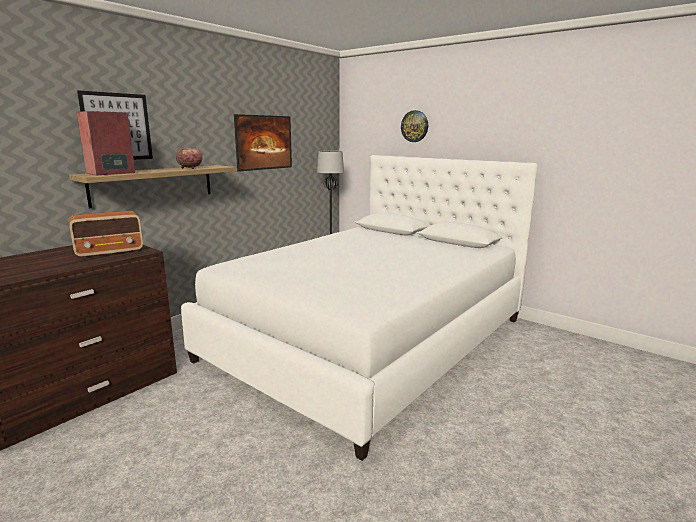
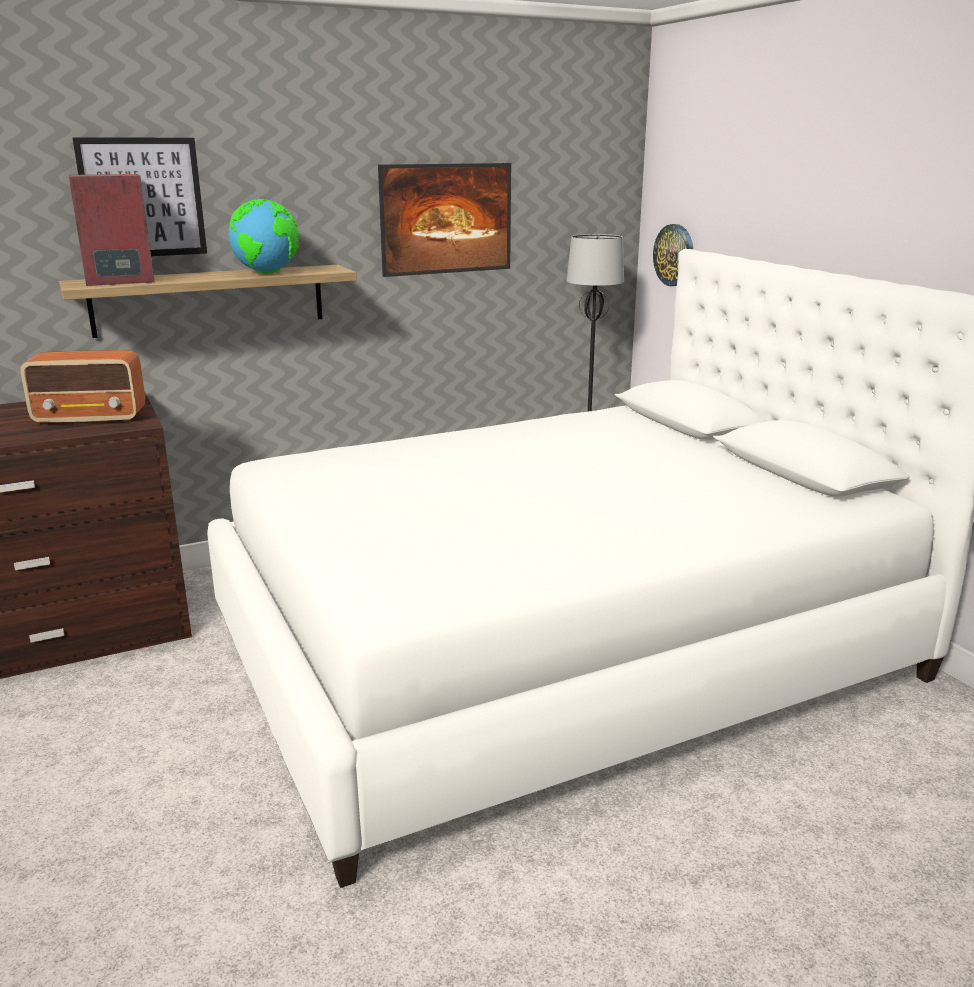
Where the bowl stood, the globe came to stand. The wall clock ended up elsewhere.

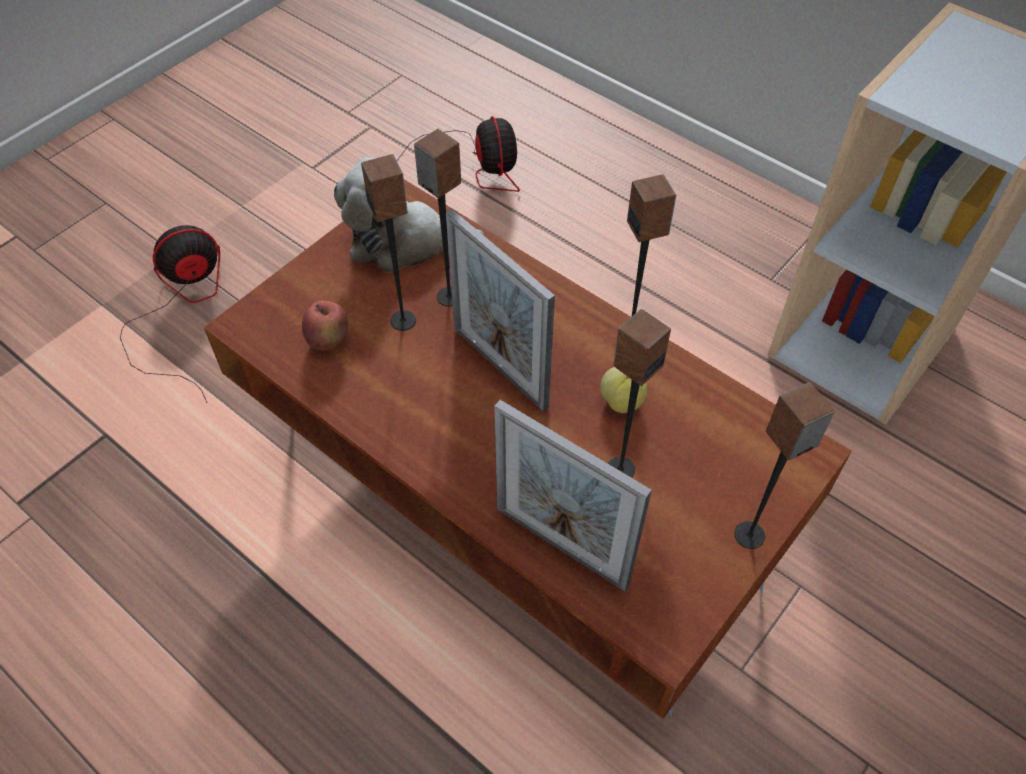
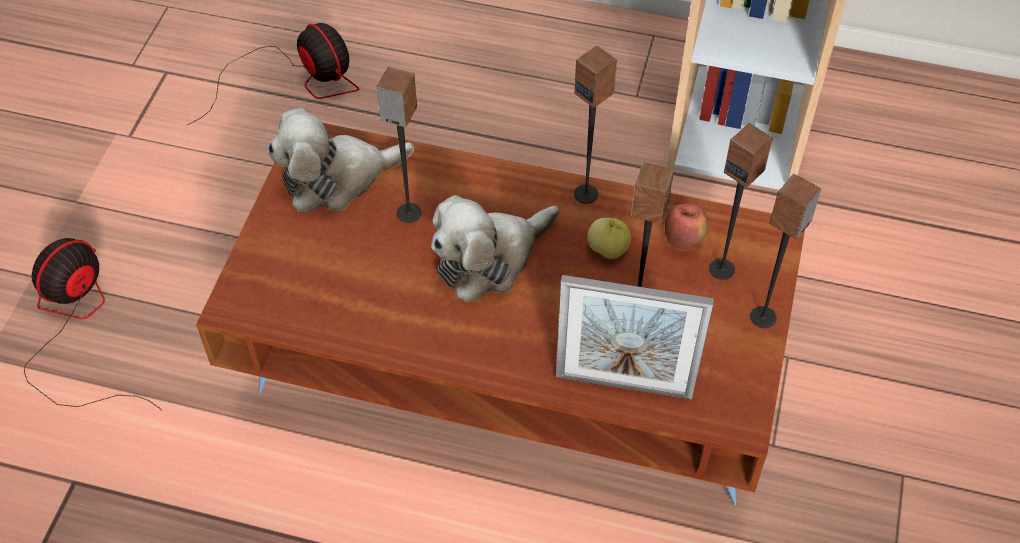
Where the picture frame (no. 1 from left) stood, the plush toy (no. 2 from left) came to stand. The apple (no. 1 from left in the first image) ended up elsewhere. The speaker (no. 1 from left in the first image) ended up elsewhere.

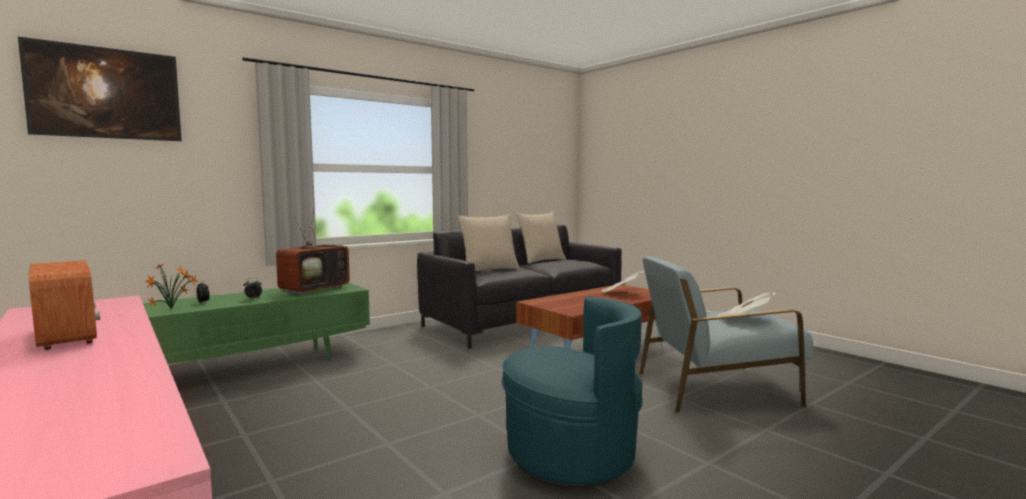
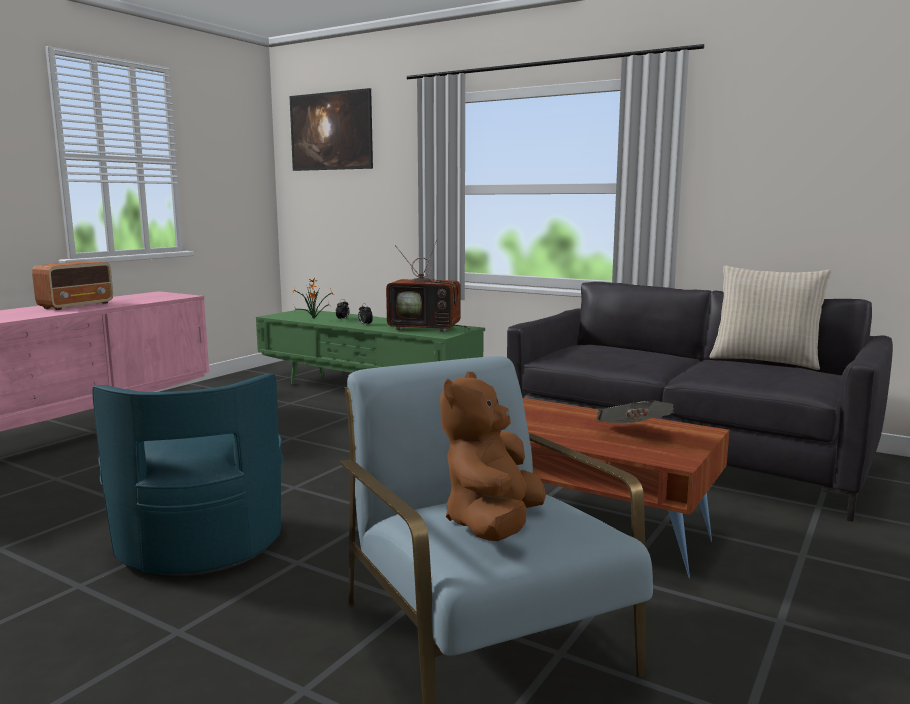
Where the newspaper (no. 2 from left) stood, the brown plush toy came to stand. The second view lost the beige pillow (no. 1 from left).

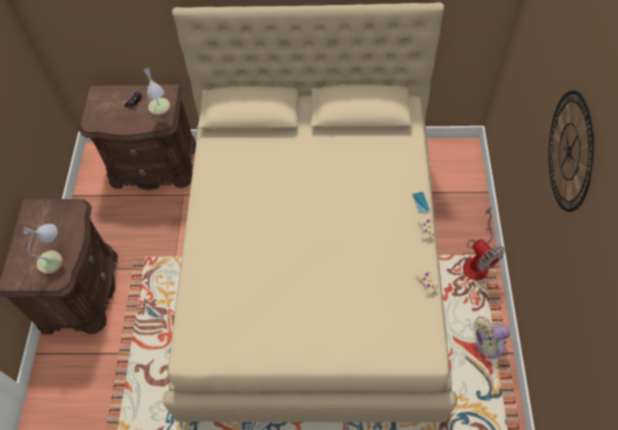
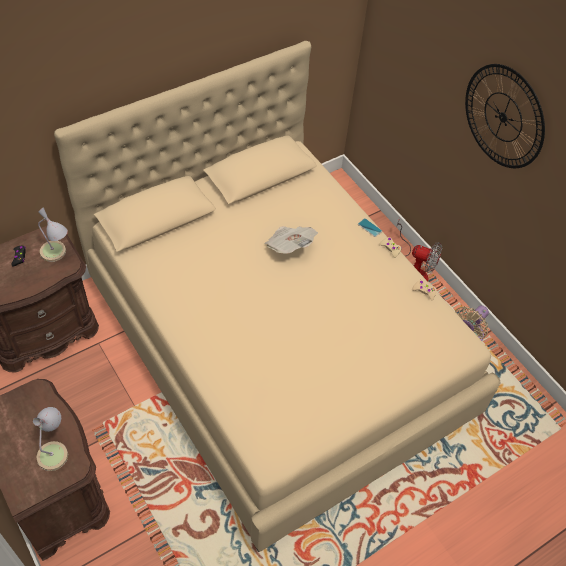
The second view gained the newspaper.

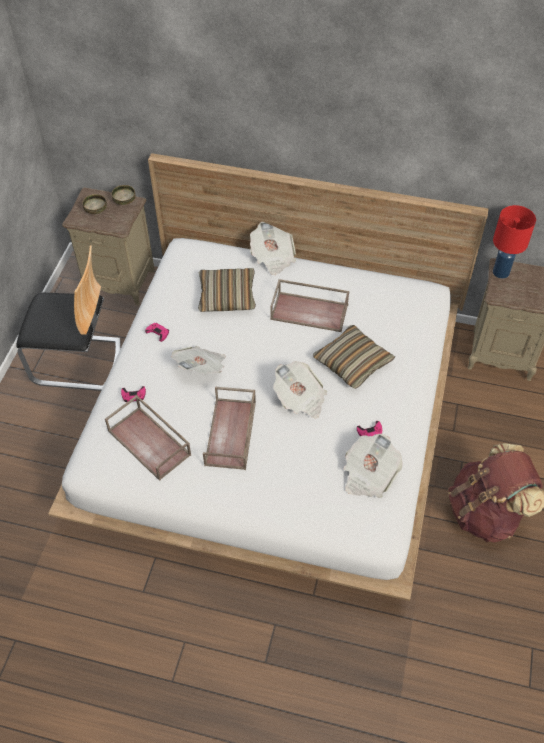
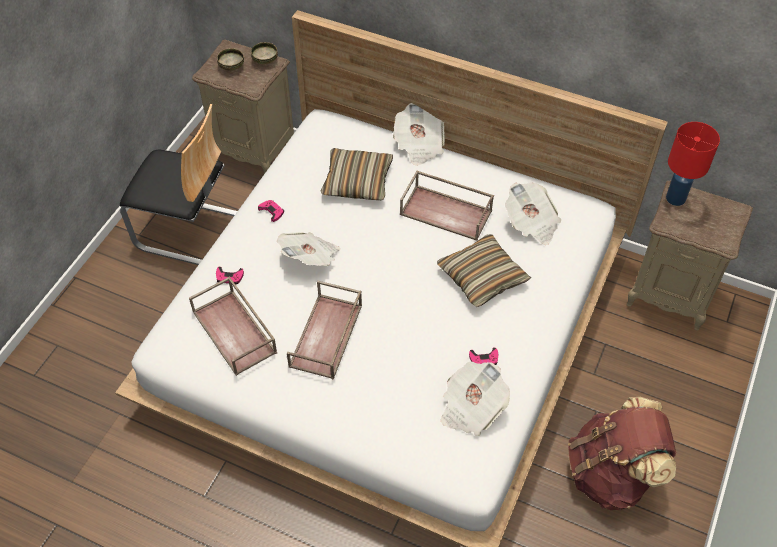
The newspaper (no. 3 from left in the first image) ended up elsewhere.

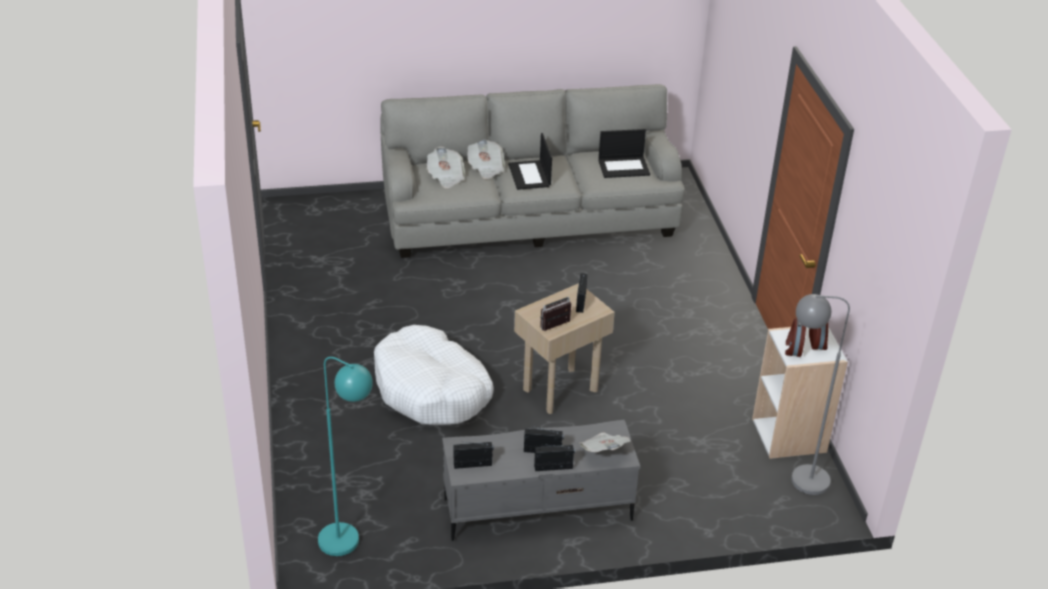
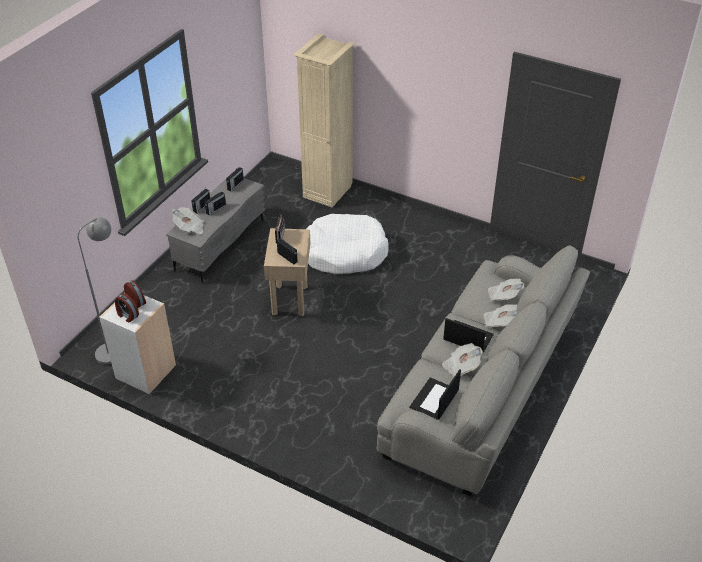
The second view gained the beige cabinet. The second view gained the newspaper (no. 2 from left). The second view lost the turquoise floor lamp.

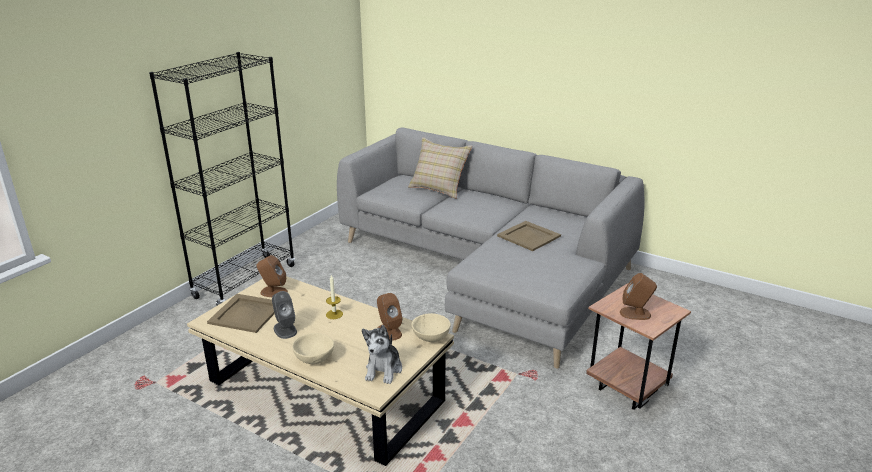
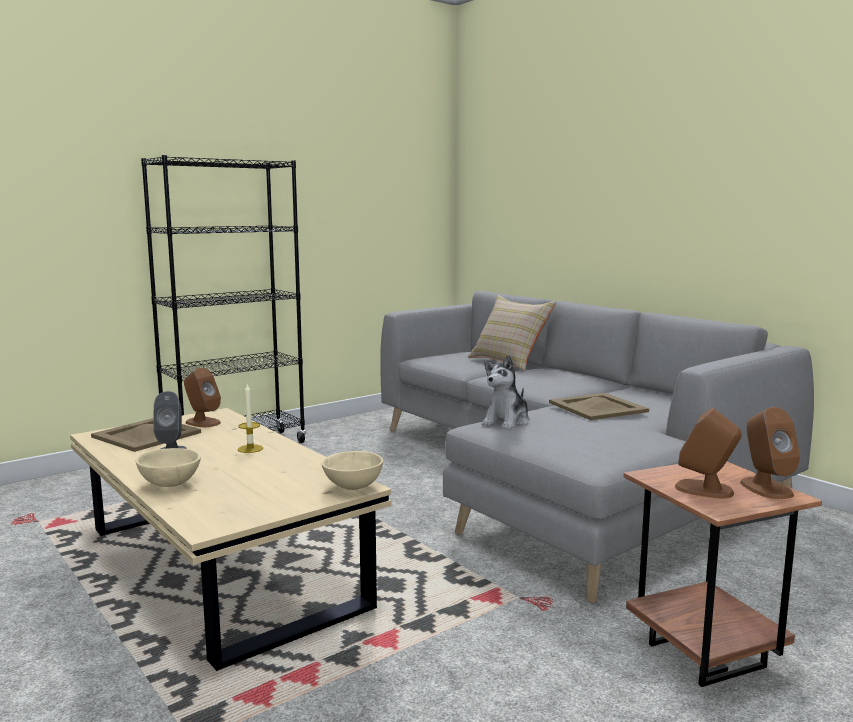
The plush toy ended up elsewhere. The brown speaker (no. 2 from left in the first image) ended up elsewhere.

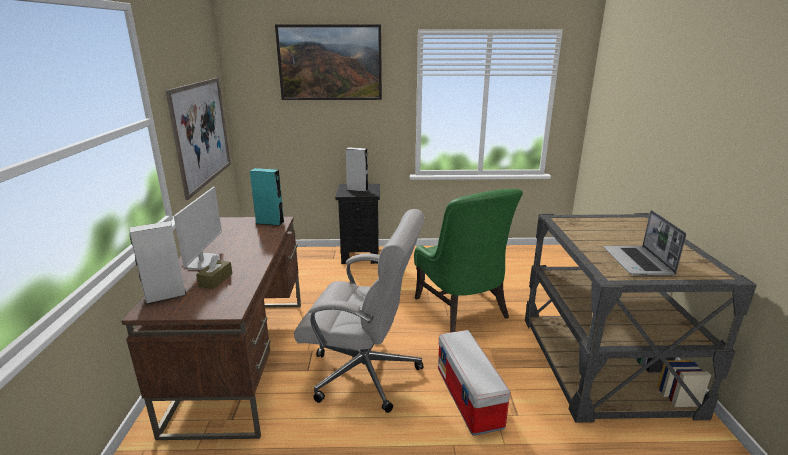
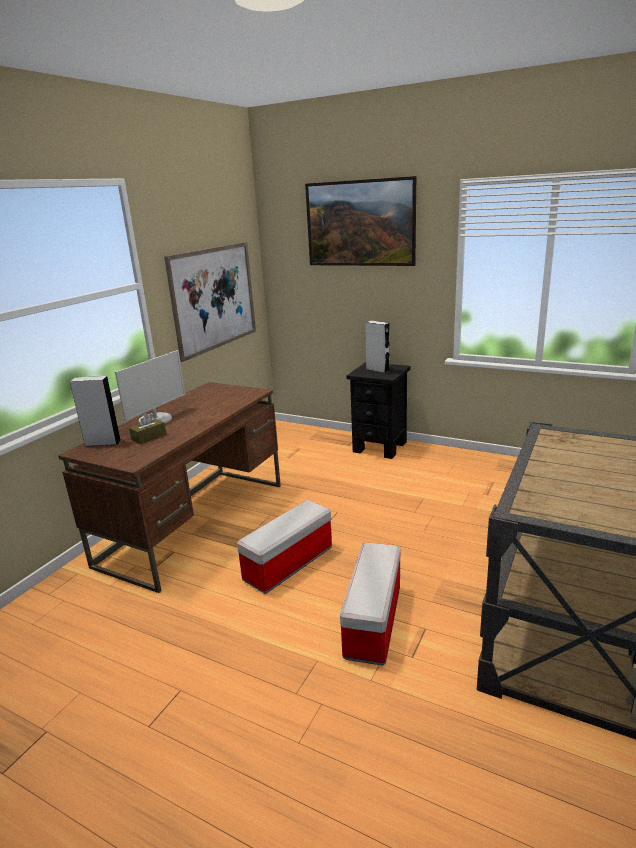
Where the grey office chair stood, the storage box (no. 1 from left) came to stand. The second view lost the turquoise speaker. The second view lost the green chair. The second view lost the laptop.

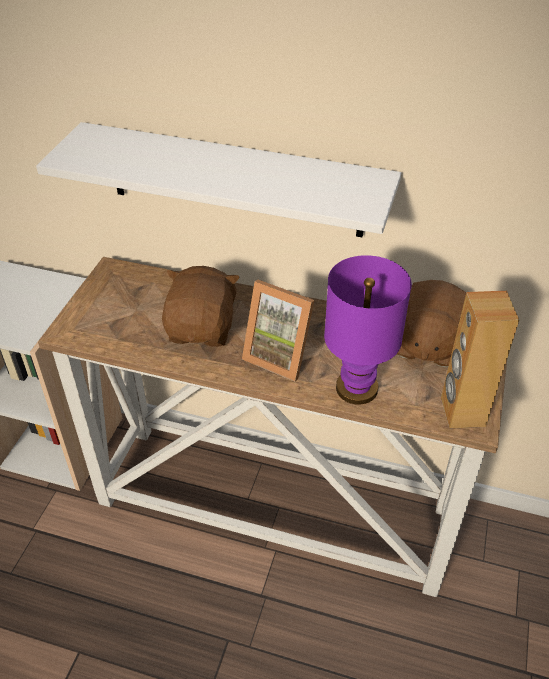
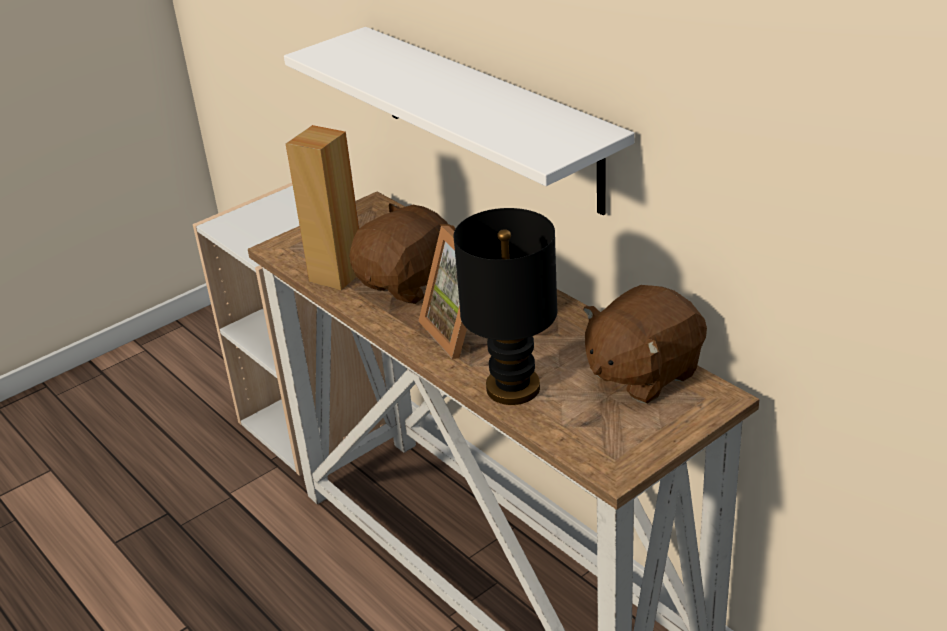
The brown speaker ended up elsewhere. What was the purple table lamp turned into the black table lamp.

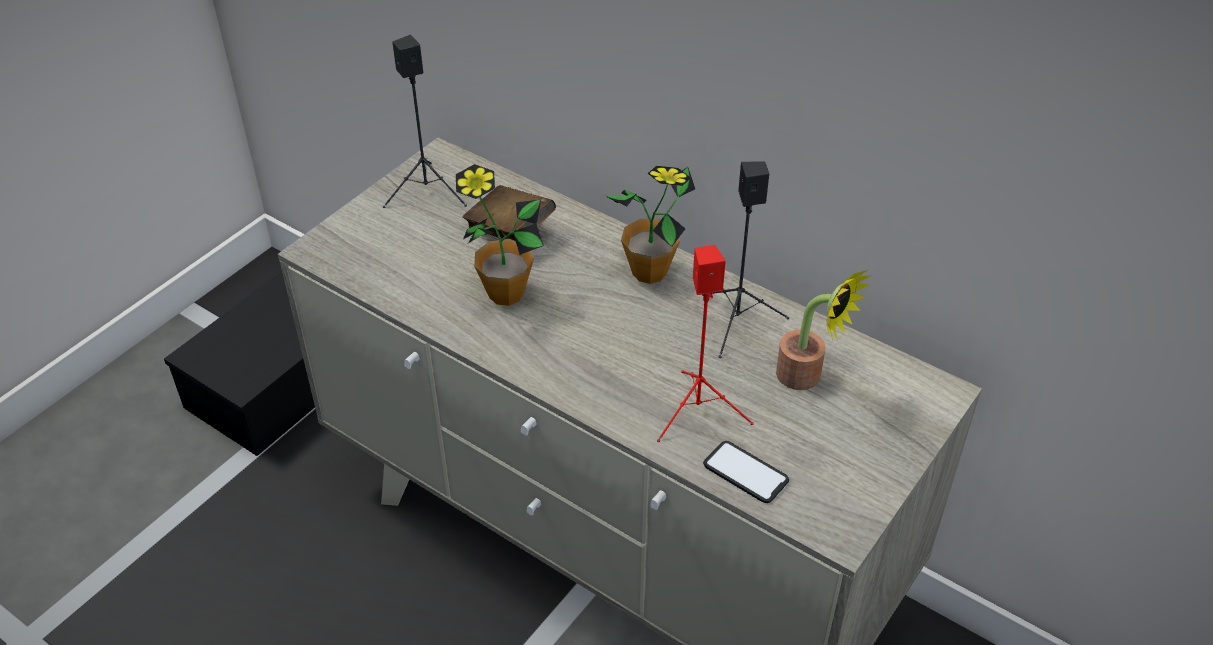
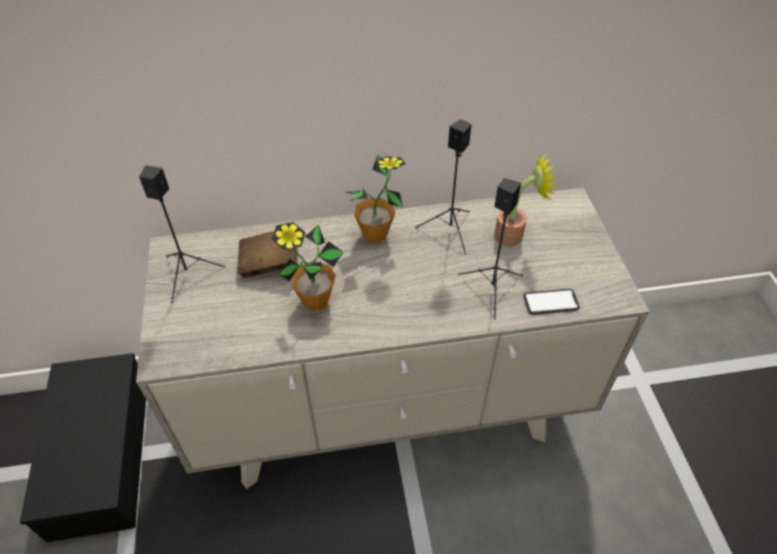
What was the red speaker turned into the black speaker (no. 3 from left).

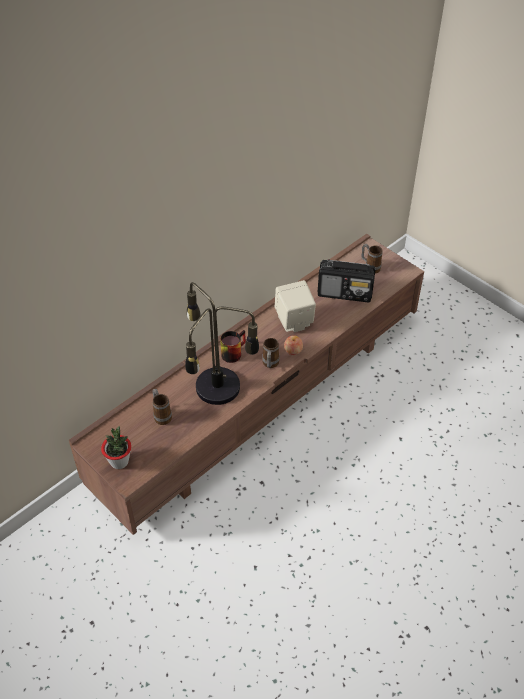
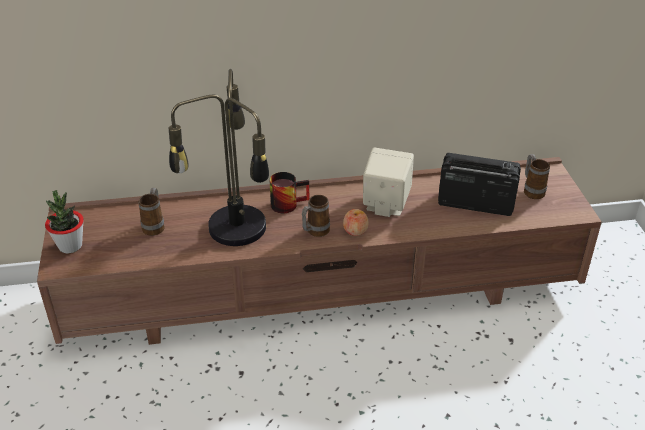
The radio ended up facing another way, 150 degrees clockwise from before.

